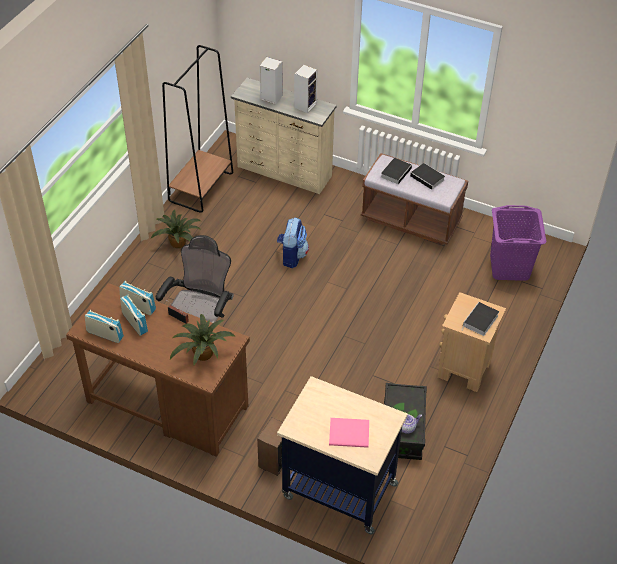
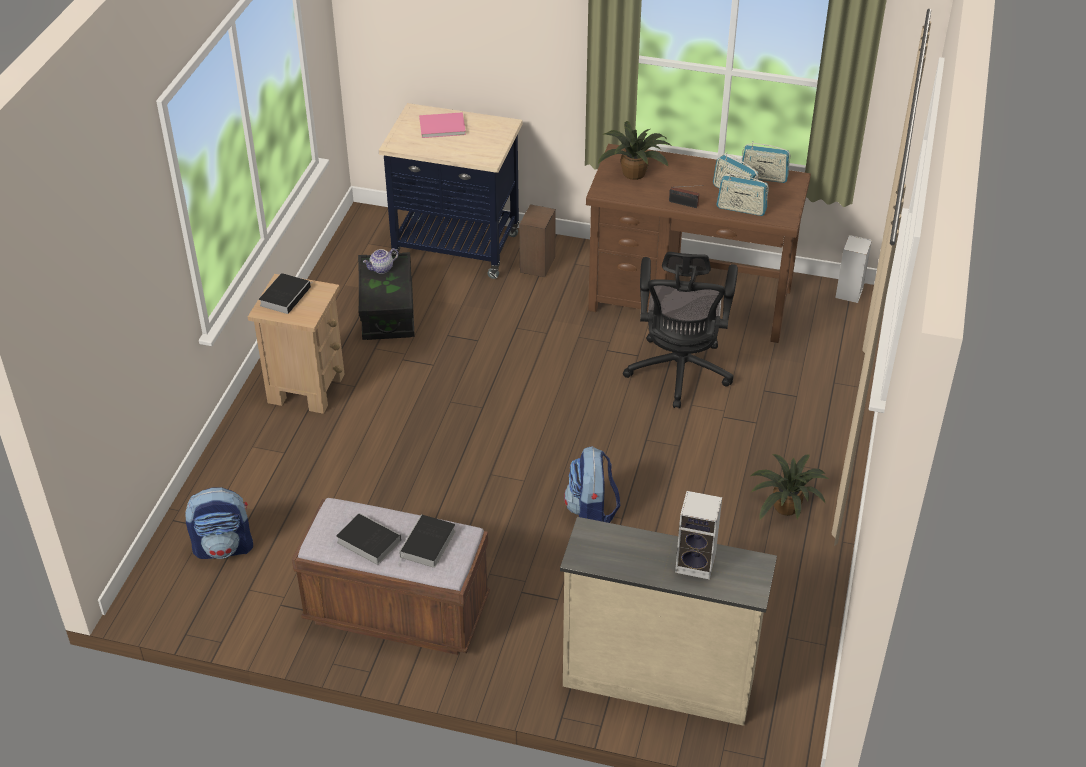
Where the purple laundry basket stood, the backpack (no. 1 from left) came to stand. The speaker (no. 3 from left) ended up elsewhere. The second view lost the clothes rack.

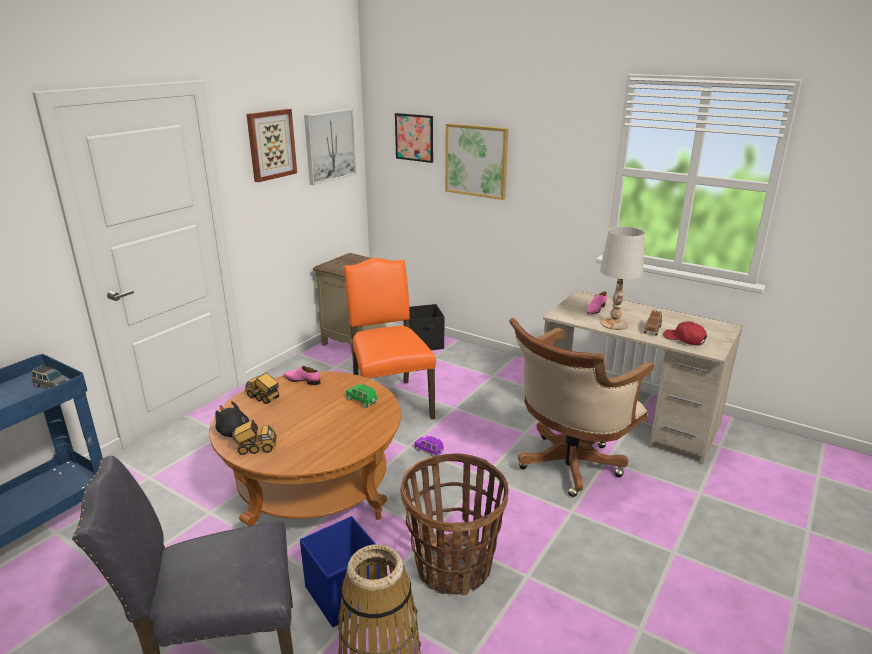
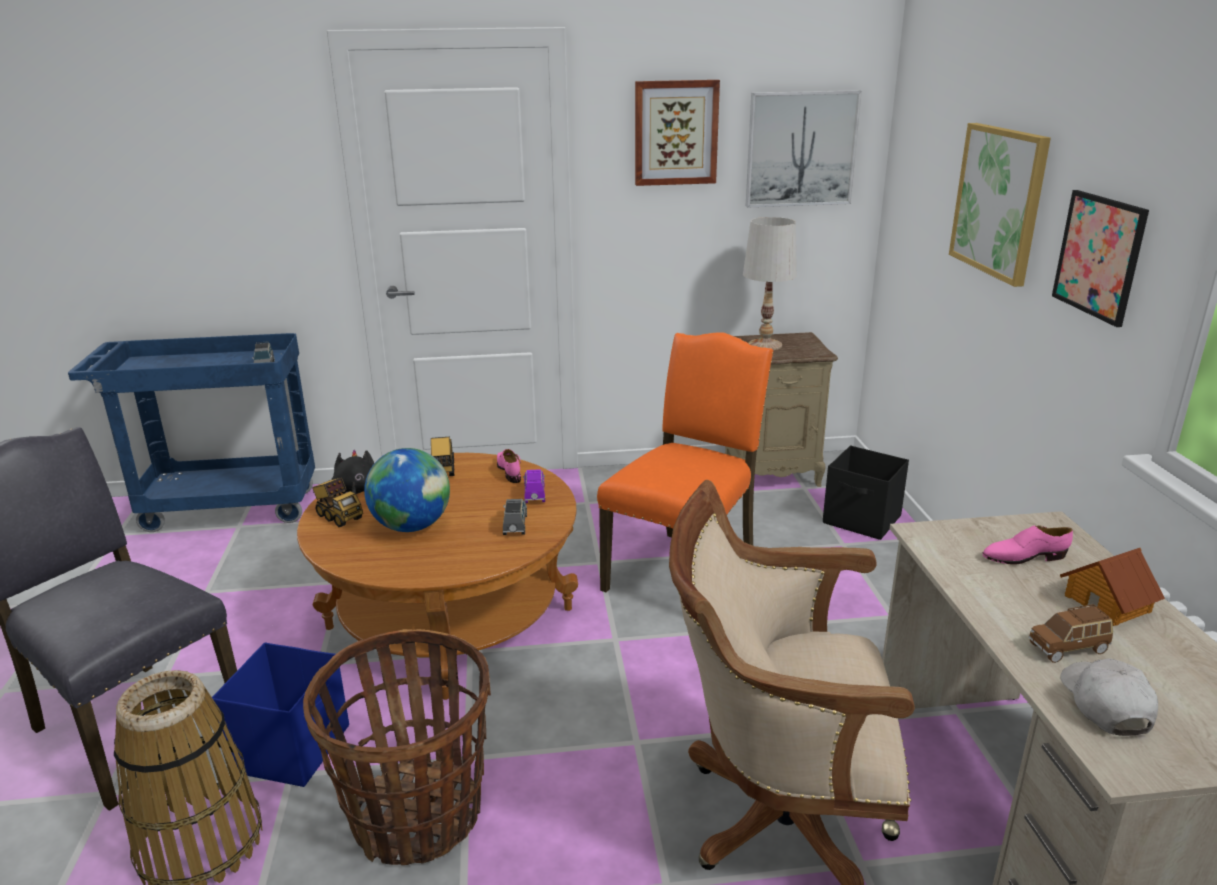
The second view gained the globe. What was the green toy car turned into the grey toy car (no. 2 from left). The purple toy car ended up elsewhere. The white table lamp ended up elsewhere. The picture (no. 3 from left in the first image) ended up elsewhere. The second view gained the toy house. What was the red cap turned into the white cap.

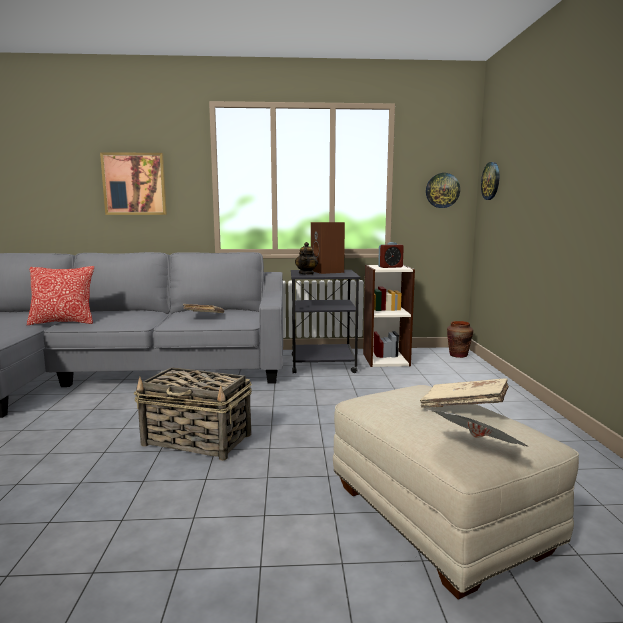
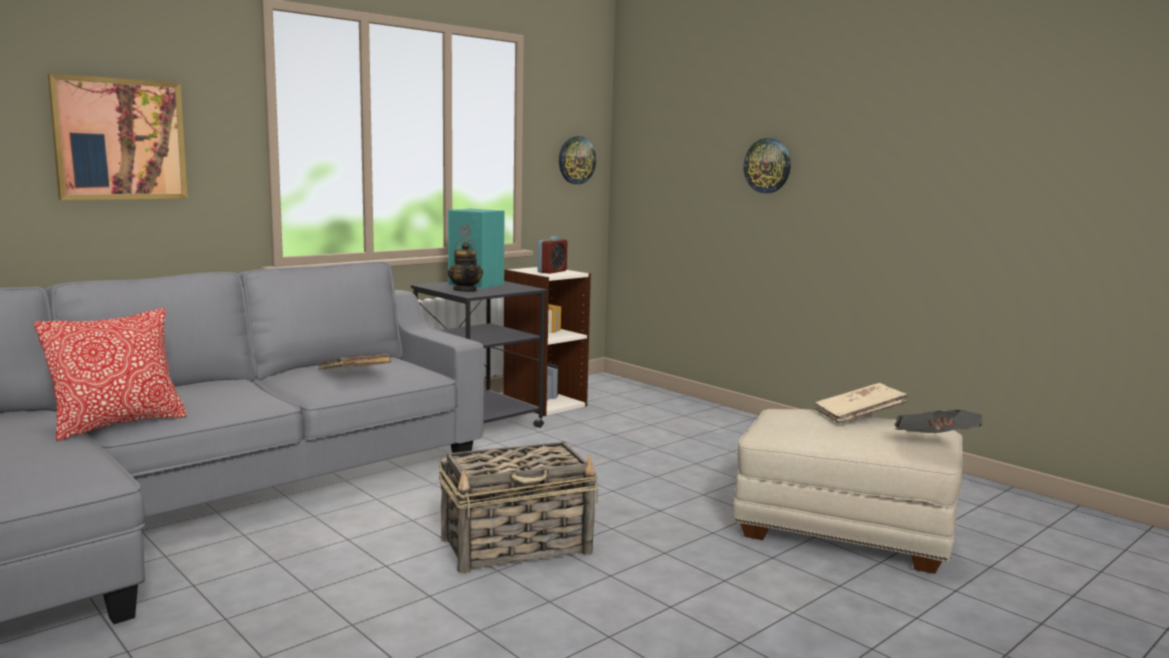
What was the brown speaker turned into the turquoise speaker. The wall clock (no. 2 from left) ended up elsewhere. The second view lost the brown vase.

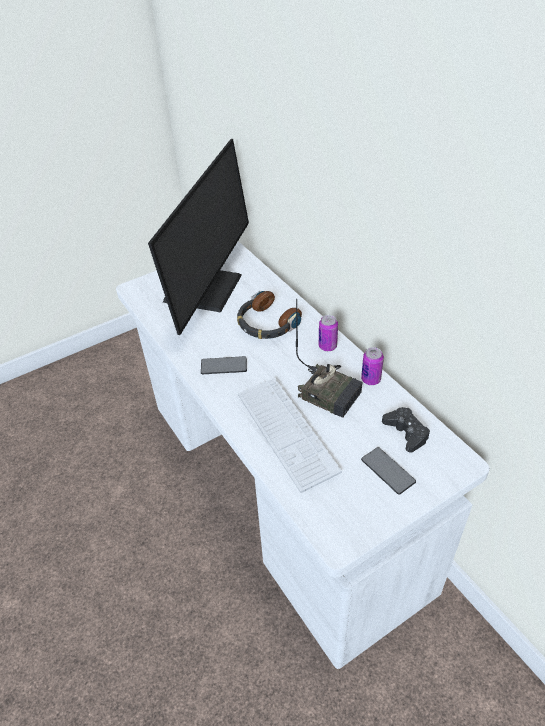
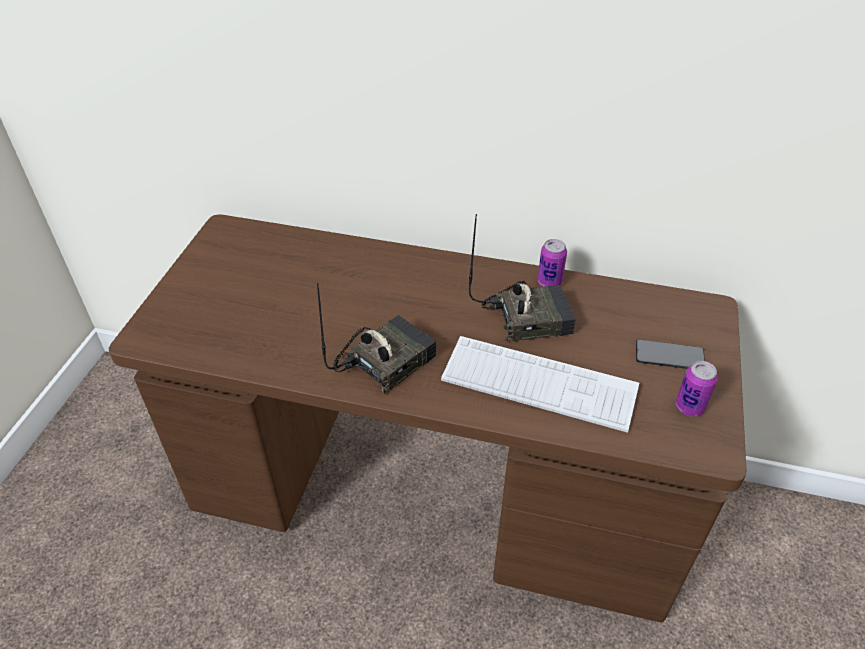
What was the white desk turned into the brown desk. Where the phone (no. 1 from left) stood, the radio (no. 1 from left) came to stand. The can (no. 1 from left in the first image) ended up elsewhere. The second view lost the monitor. The second view lost the headphones. The second view lost the black game controller.

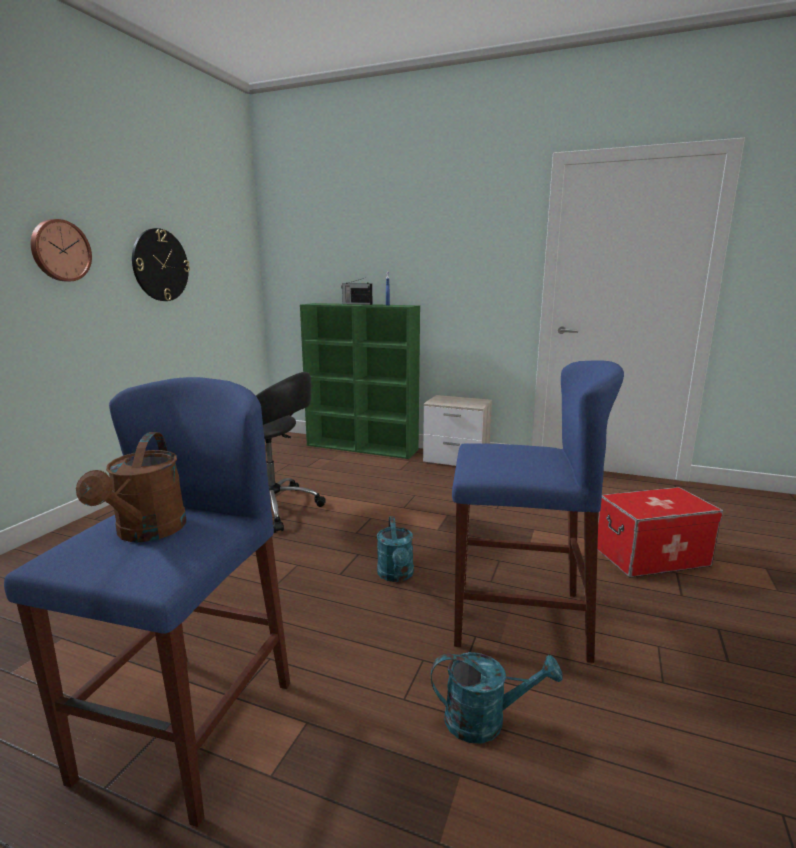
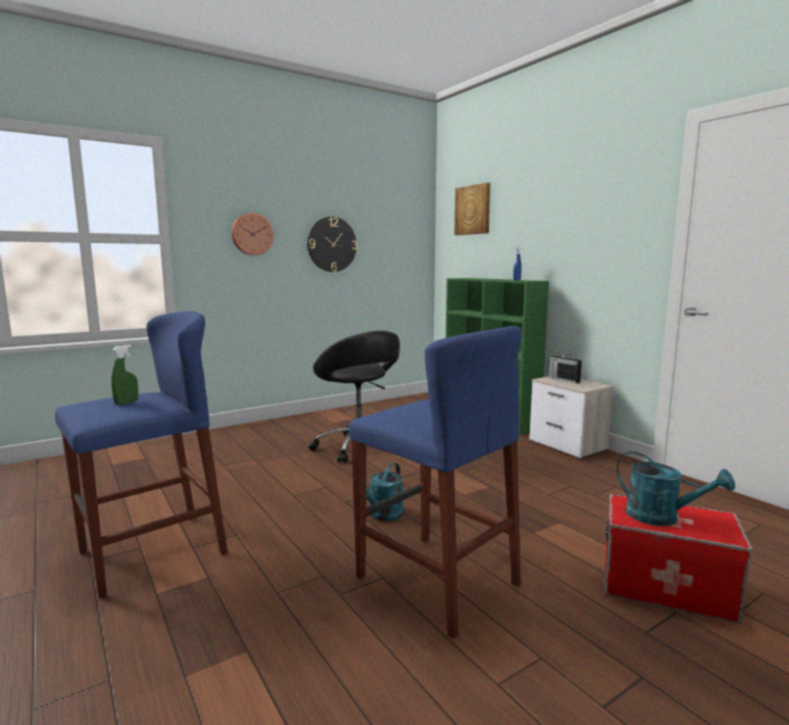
Where the brown watering can stood, the green spray bottle came to stand. The second view gained the picture. The radio ended up elsewhere. The turquoise watering can (no. 2 from left) ended up elsewhere.

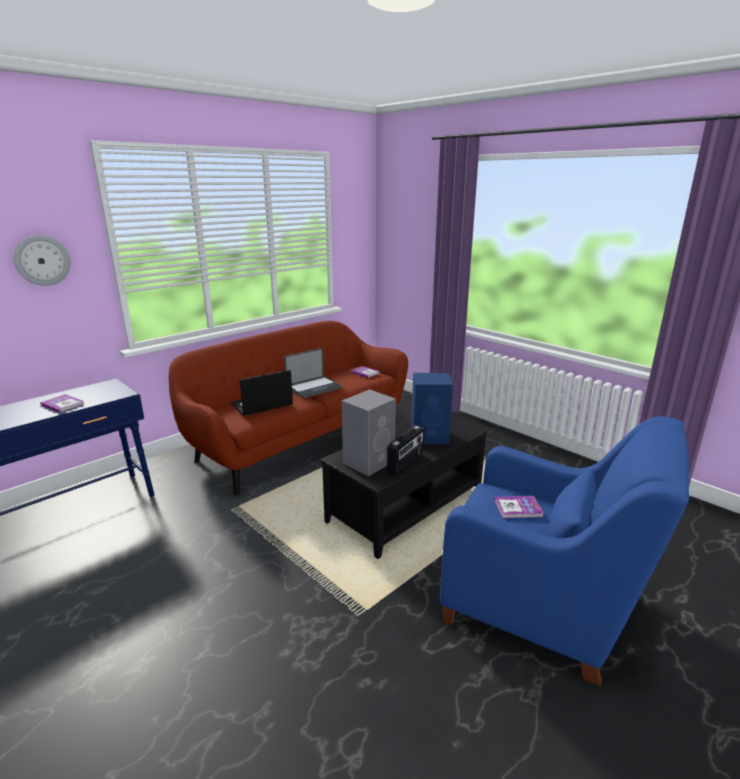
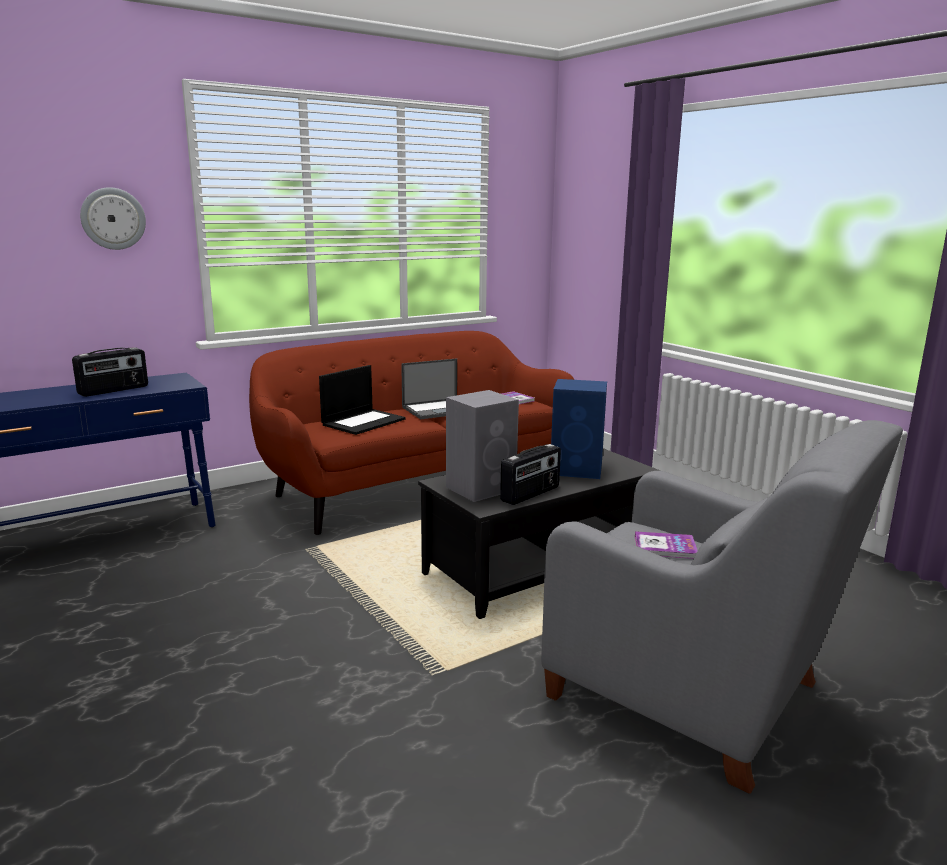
Where the book (no. 1 from left) stood, the radio (no. 1 from left) came to stand. The laptop (no. 1 from left) ended up facing another way, 150 degrees clockwise from before. What was the blue armchair turned into the grey armchair.

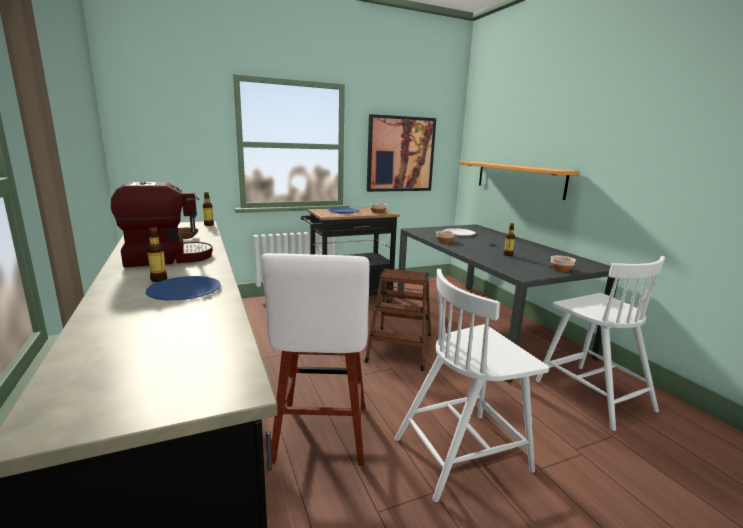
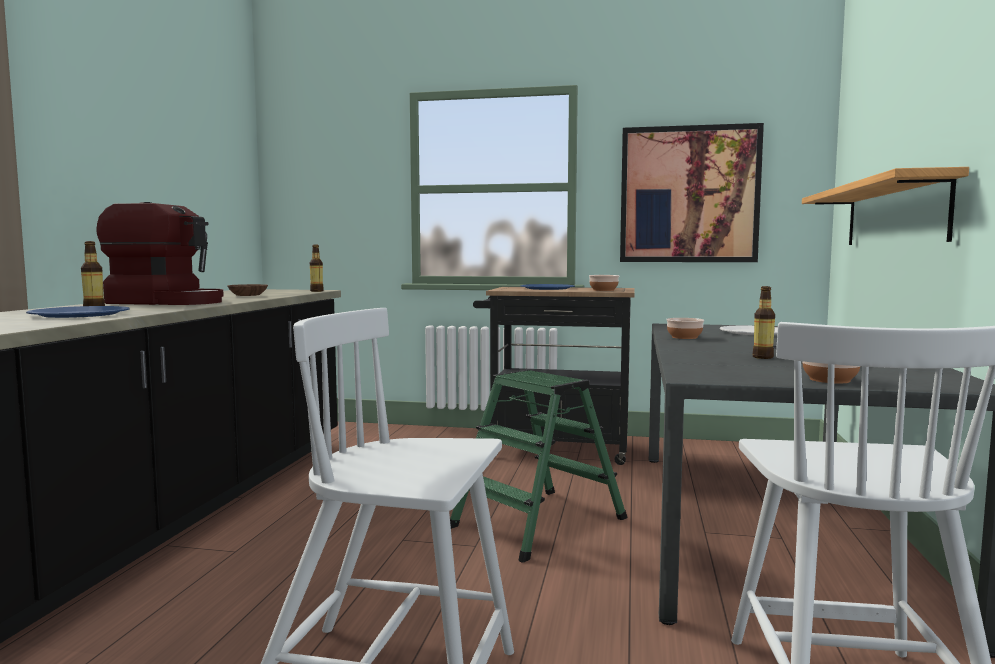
What was the brown step ladder turned into the green step ladder. The second view lost the white stool.

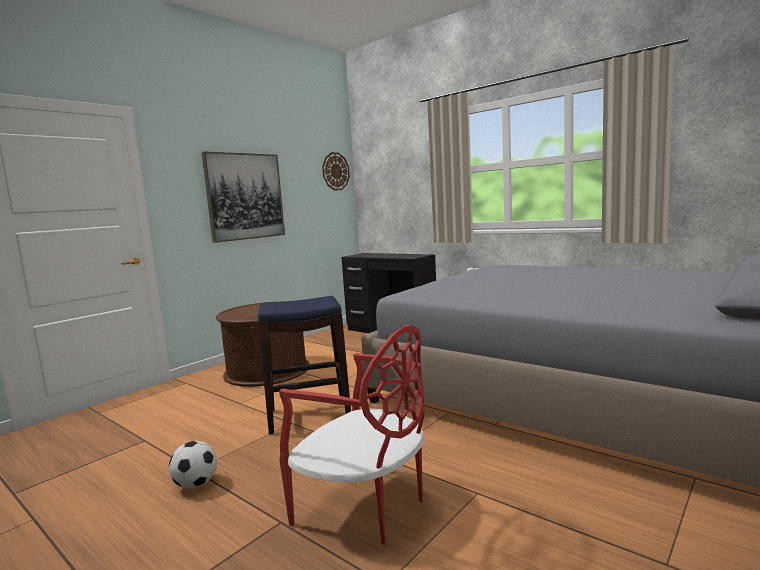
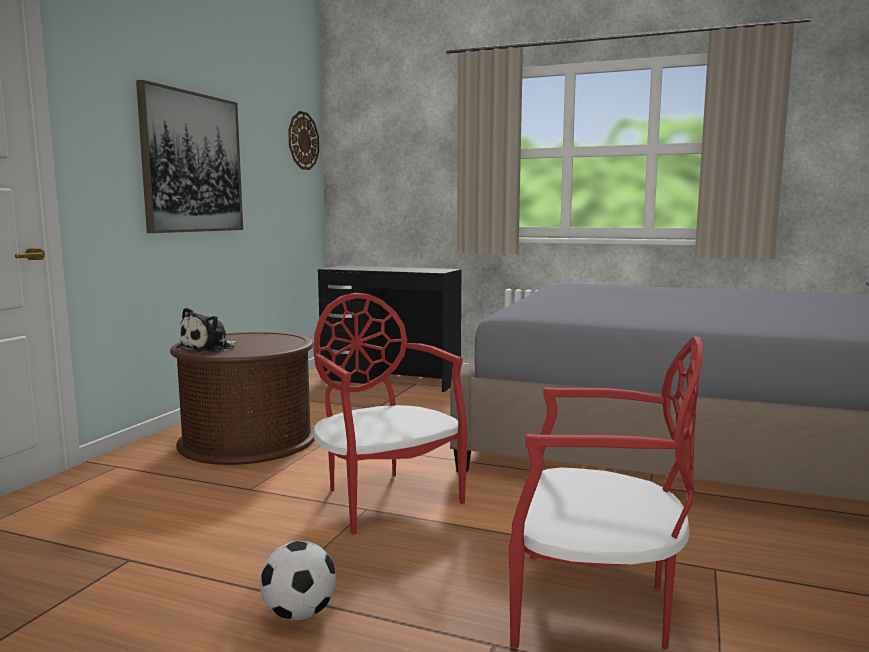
The second view gained the plush toy. Where the stool stood, the red chair (no. 1 from left) came to stand.

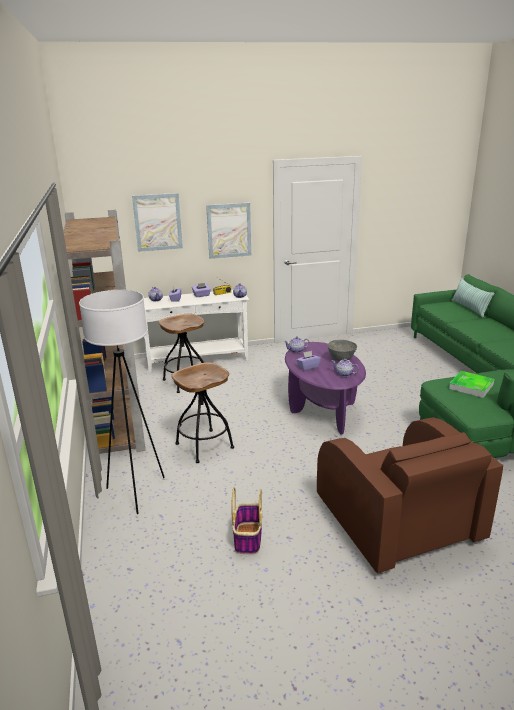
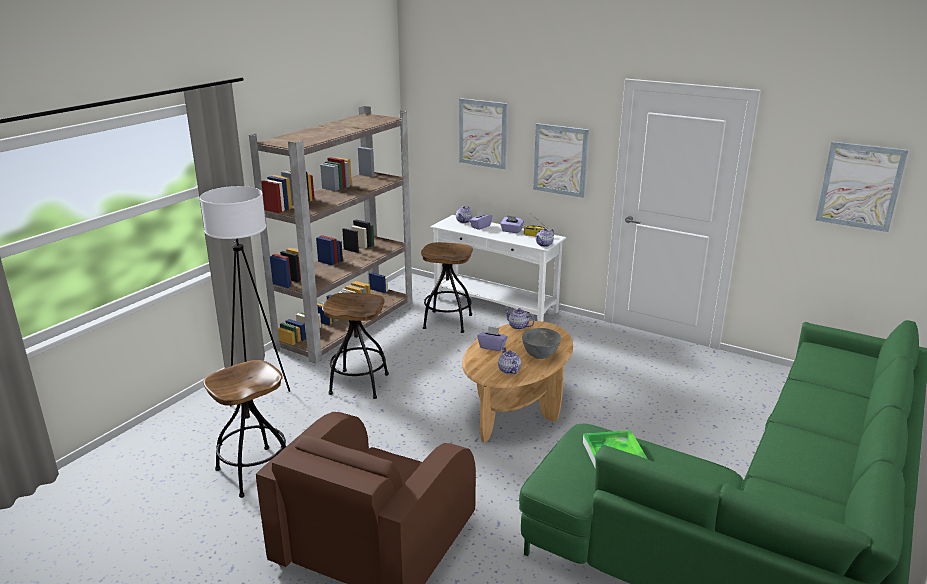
Where the basket stood, the brown stool (no. 1 from left) came to stand. What was the purple coffee table turned into the brown coffee table. The second view gained the picture (no. 3 from left). The second view lost the pillow.

